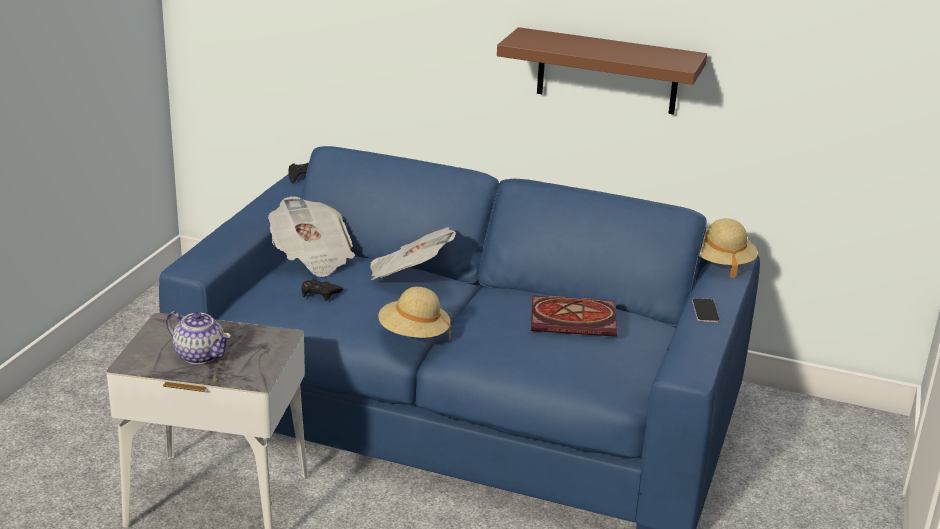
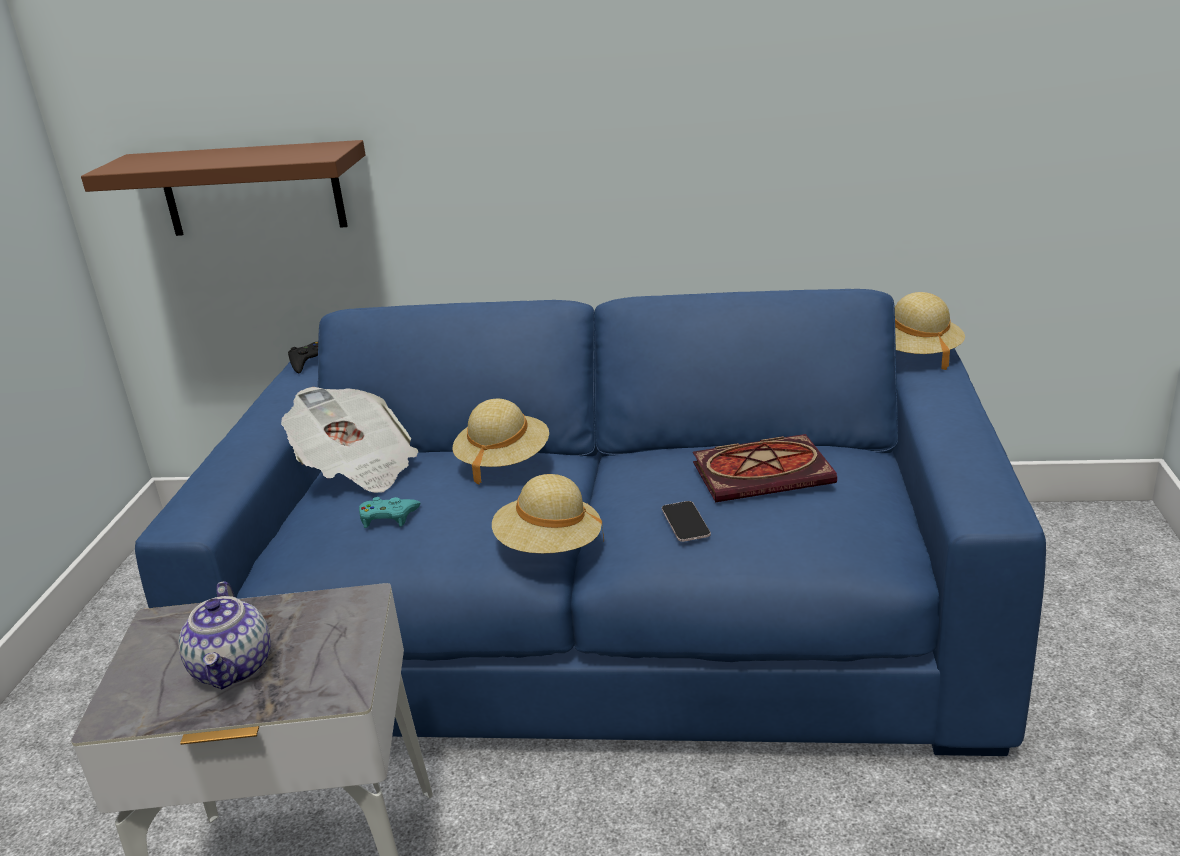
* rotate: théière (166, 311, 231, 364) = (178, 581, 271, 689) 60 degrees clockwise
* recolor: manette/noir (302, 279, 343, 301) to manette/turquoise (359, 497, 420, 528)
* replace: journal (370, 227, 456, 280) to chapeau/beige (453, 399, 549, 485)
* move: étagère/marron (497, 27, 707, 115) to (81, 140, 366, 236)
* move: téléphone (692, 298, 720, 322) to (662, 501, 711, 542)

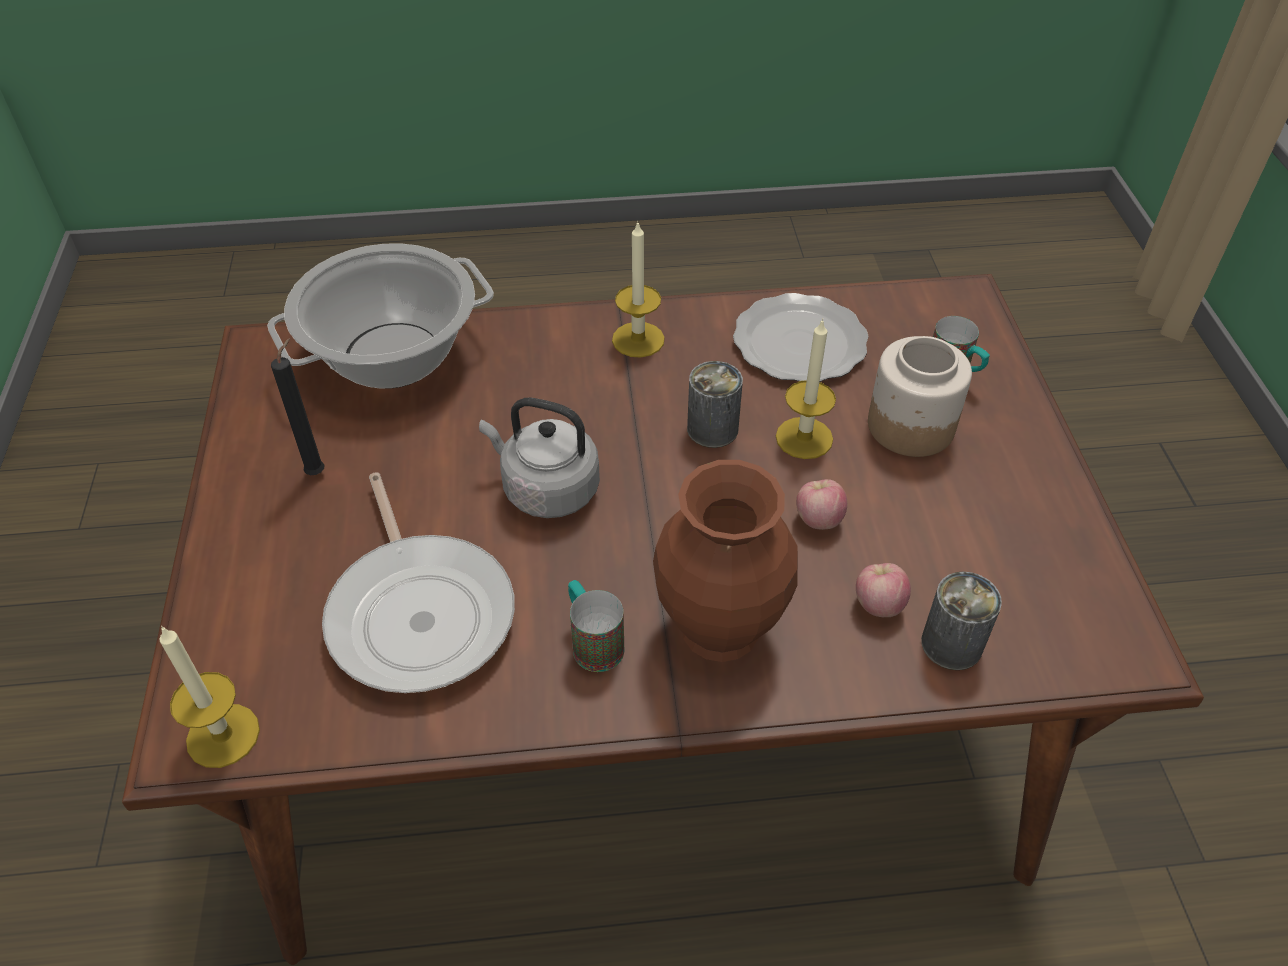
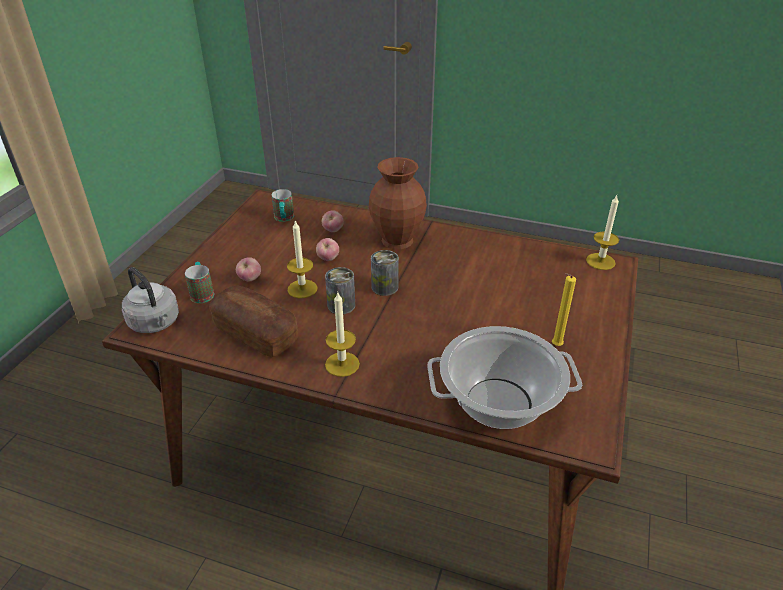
* recolor: bougie/noir (271, 338, 324, 475) to bougie/jaune (552, 273, 576, 346)
* delete: poêle (322, 472, 515, 693)
* move: bouilloire/gris (479, 398, 600, 518) to (122, 267, 179, 333)
* move: mug (568, 580, 624, 672) to (272, 189, 294, 222)
* replace: assiette (733, 293, 869, 382) to pain (209, 285, 298, 357)
* replace: bocal (868, 336, 972, 457) to pomme (236, 257, 261, 281)
* move: boîte métallique (921, 571, 1002, 670) to (371, 250, 399, 296)

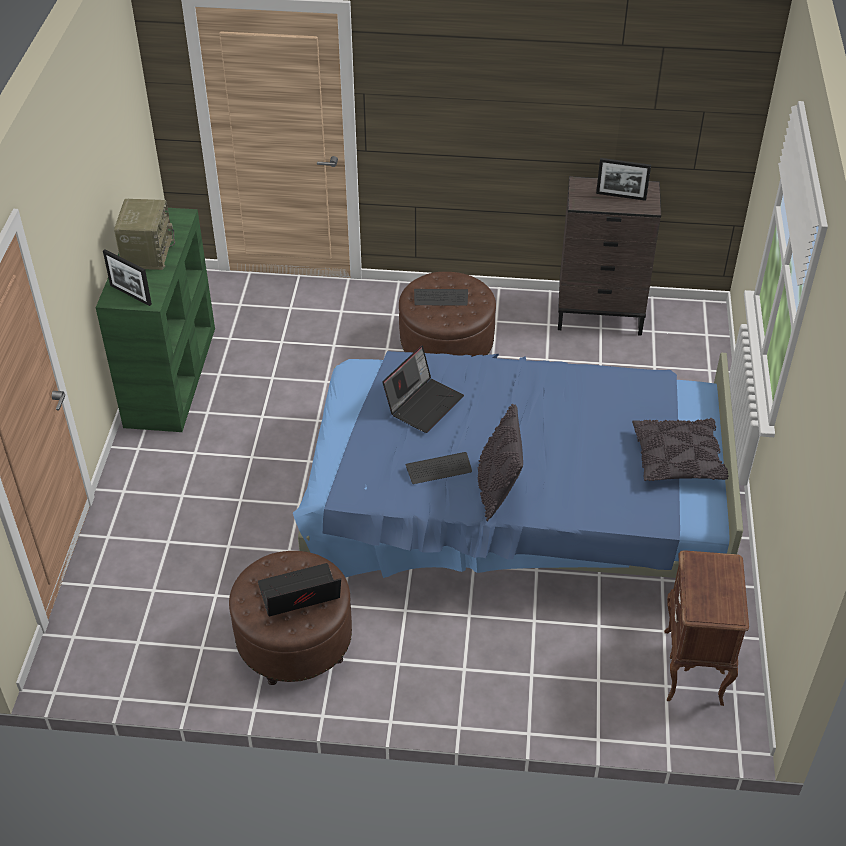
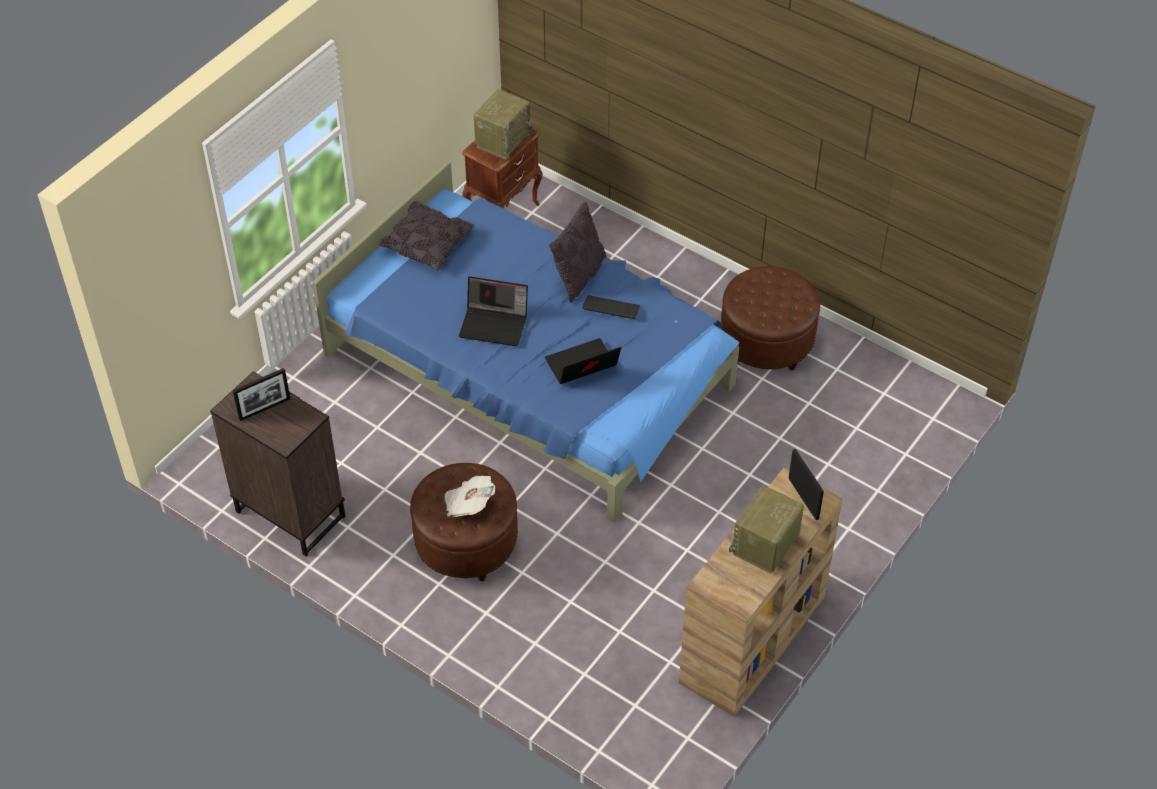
* recolor: bibliothèque/vert (96, 208, 215, 432) to bibliothèque/marron (679, 467, 843, 717)
* move: ordinateur portable (258, 563, 341, 616) to (459, 276, 528, 346)
* replace: clavier (414, 289, 468, 306) to journal (444, 476, 495, 517)
* rotate: cadre photo (596, 158, 651, 201) = (233, 368, 290, 421) 105 degrees clockwise
* insert: radio (473, 89, 533, 160)

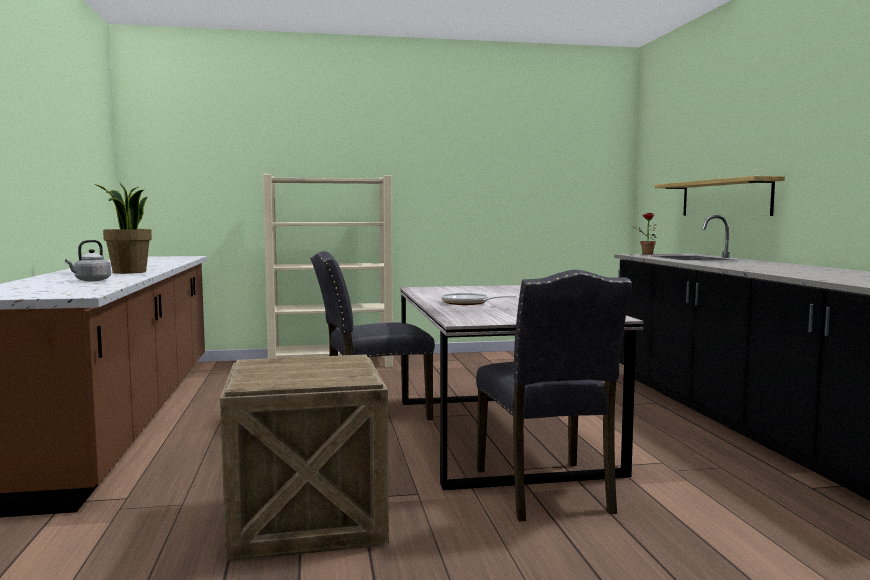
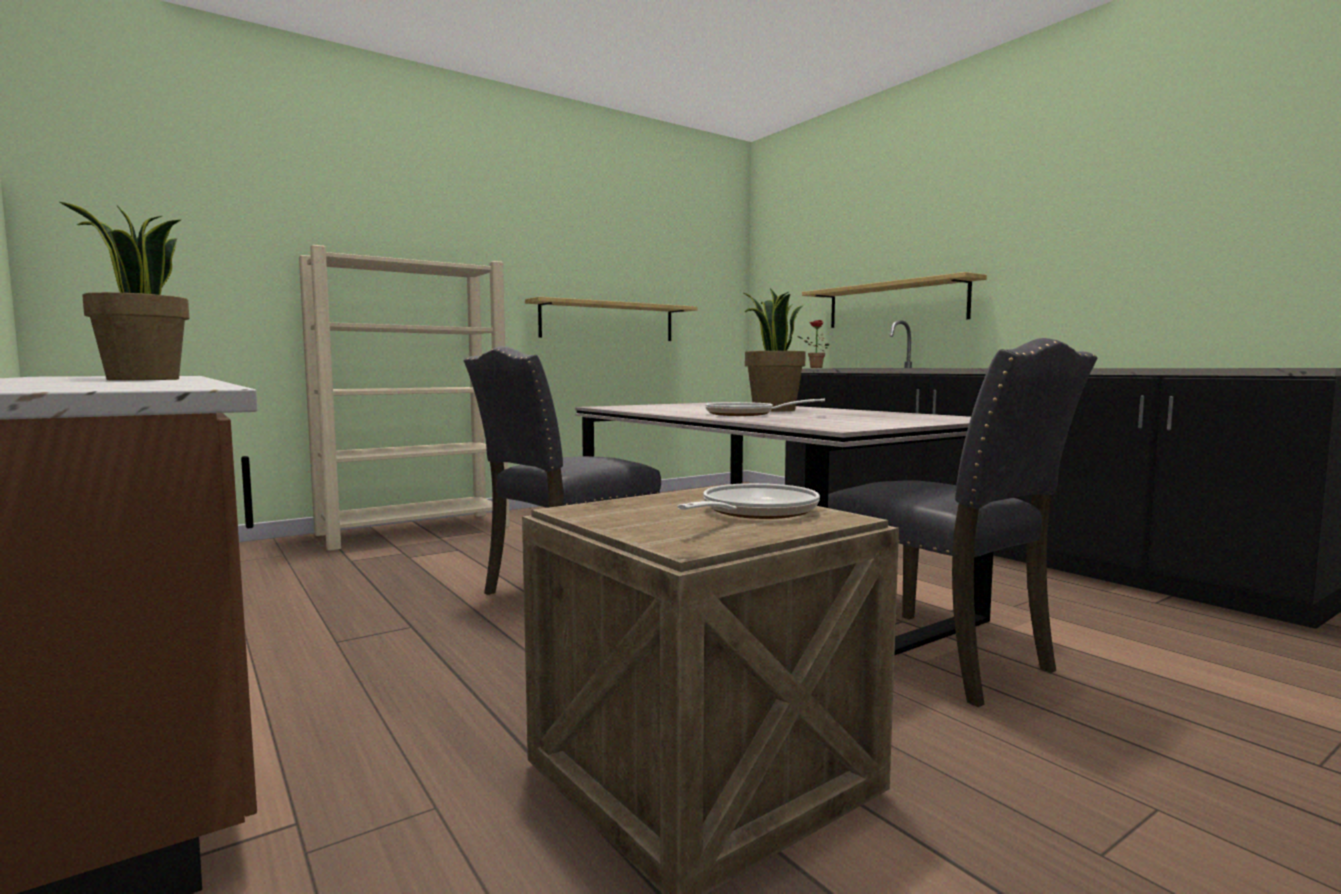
* delete: bouilloire/gris (65, 240, 111, 281)
* insert: étagère (525, 297, 698, 341)
* insert: poêle (677, 483, 820, 519)
* insert: plante en pot (742, 288, 806, 411)

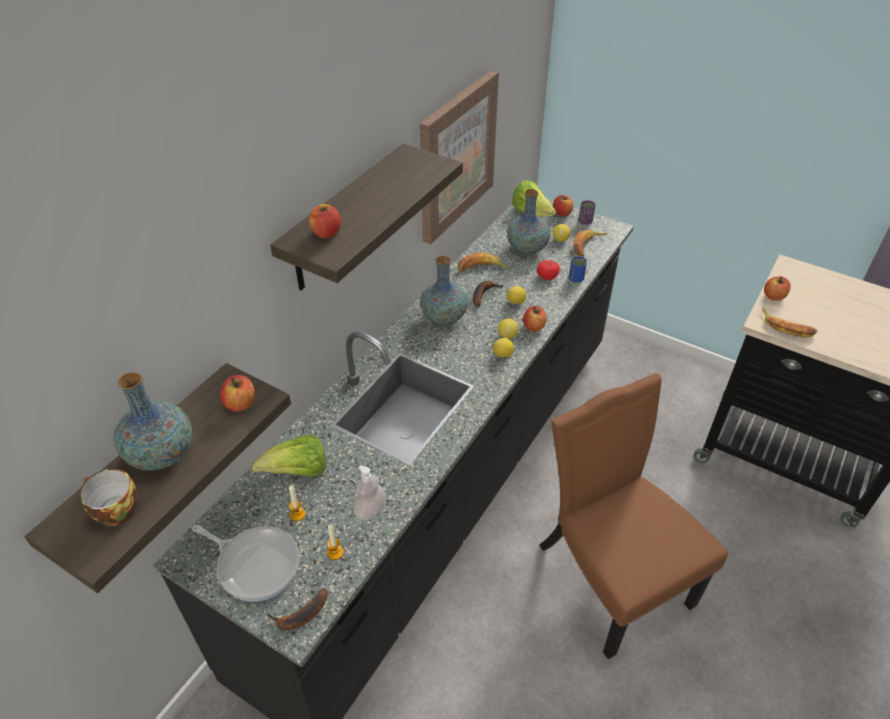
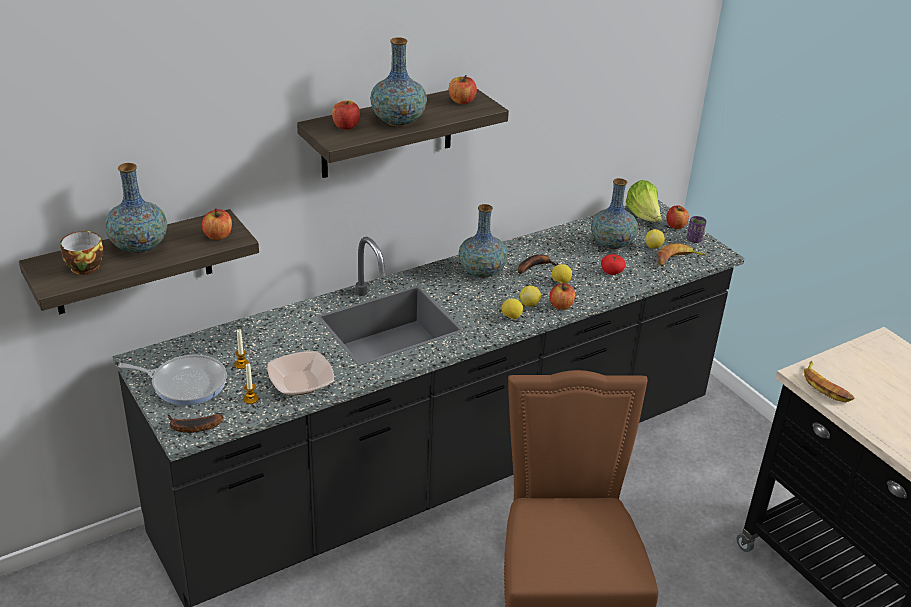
* rotate: poêle (192, 525, 300, 602) = (118, 354, 227, 405) 45 degrees counterclockwise
* delete: laitue (252, 435, 326, 477)
* replace: distributeur de savon (353, 466, 386, 520) to bol (267, 351, 334, 396)
* delete: tableau (420, 70, 499, 244)
* delete: banane (458, 253, 509, 272)
* delete: tasse/bleu (569, 256, 587, 283)
* move: pomme (764, 276, 791, 301) to (449, 75, 477, 104)
* insert: vase (370, 37, 427, 126)

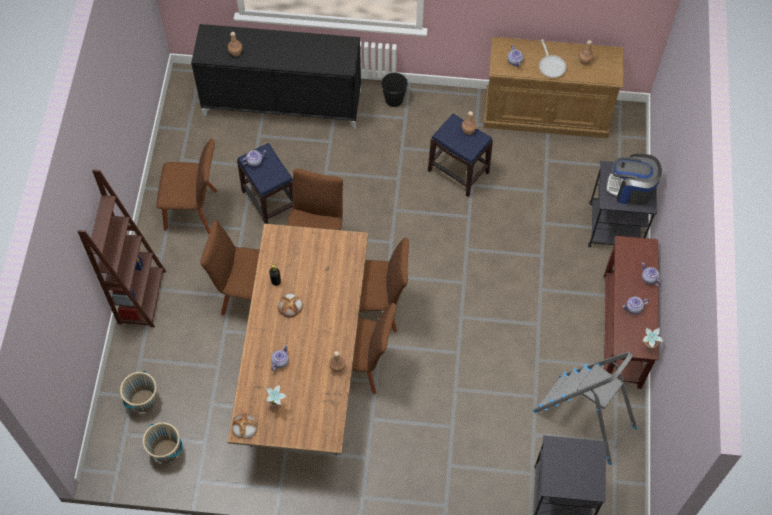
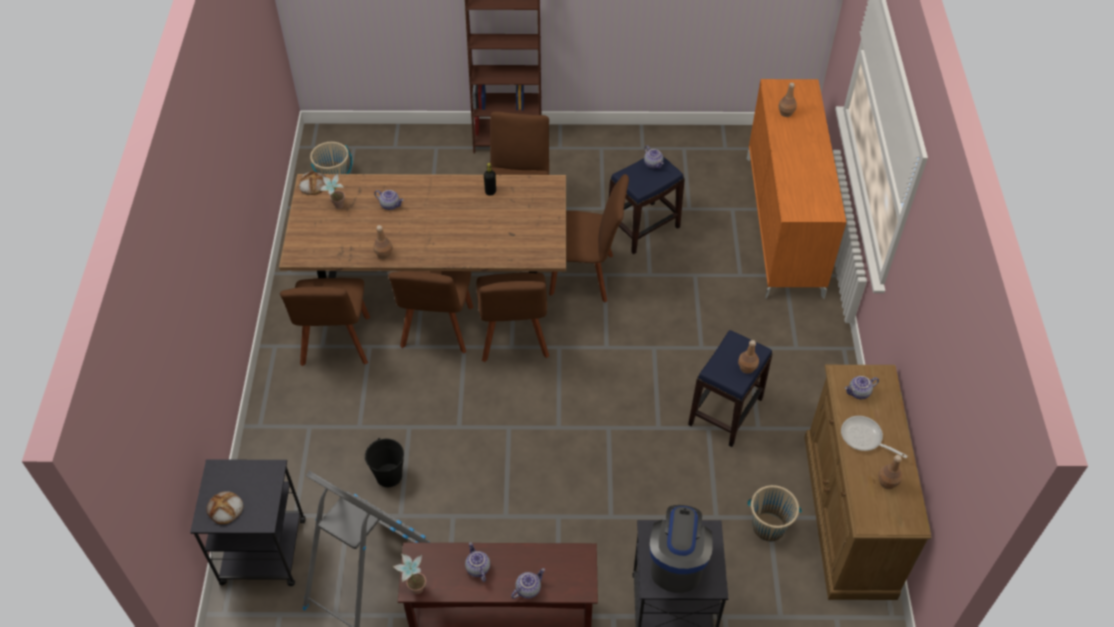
* move: seau/beige (120, 371, 157, 412) to (748, 485, 802, 541)
* move: chaise/marron (156, 139, 217, 234) to (280, 278, 370, 366)
* recolor: commode/noir (191, 24, 361, 129) to commode/orange (747, 79, 846, 299)
* move: pain (277, 294, 303, 318) to (206, 491, 243, 524)
* move: seau/noir (381, 73, 408, 107) to (365, 438, 404, 487)
* rotate: poêle (539, 39, 566, 78) = (841, 416, 907, 458) 60 degrees clockwise

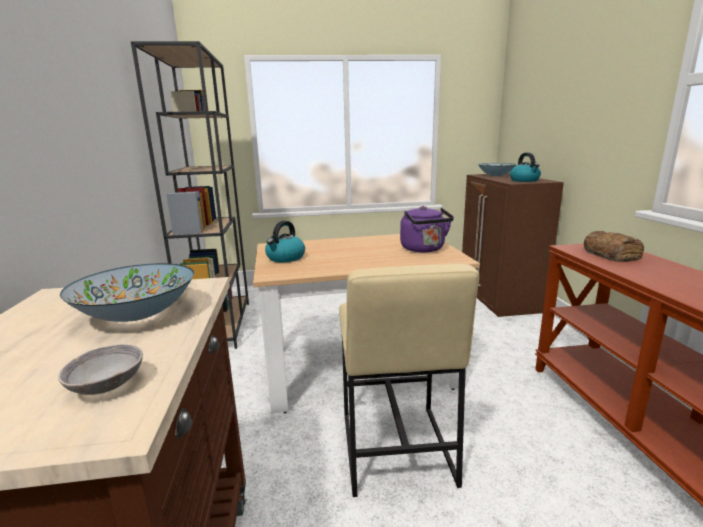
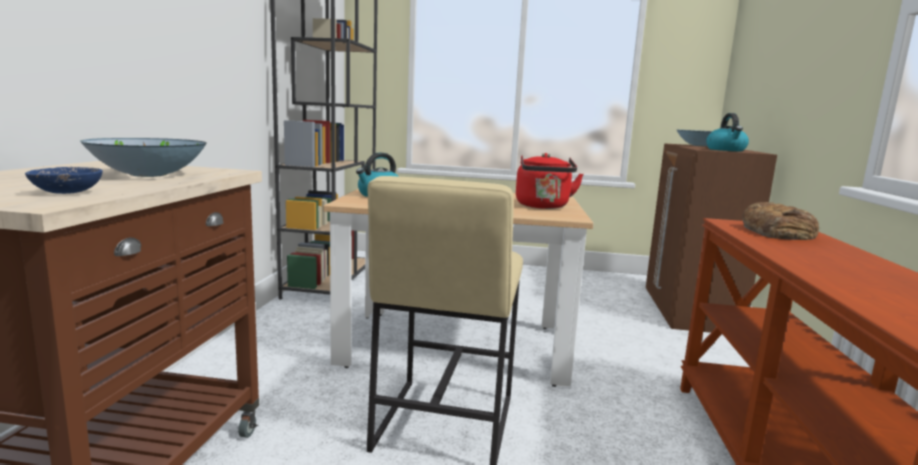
* recolor: bol/gris (58, 344, 143, 395) to bol/bleu (25, 167, 103, 194)
* recolor: bouilloire/violet (400, 206, 454, 252) to bouilloire/rouge (516, 153, 584, 209)

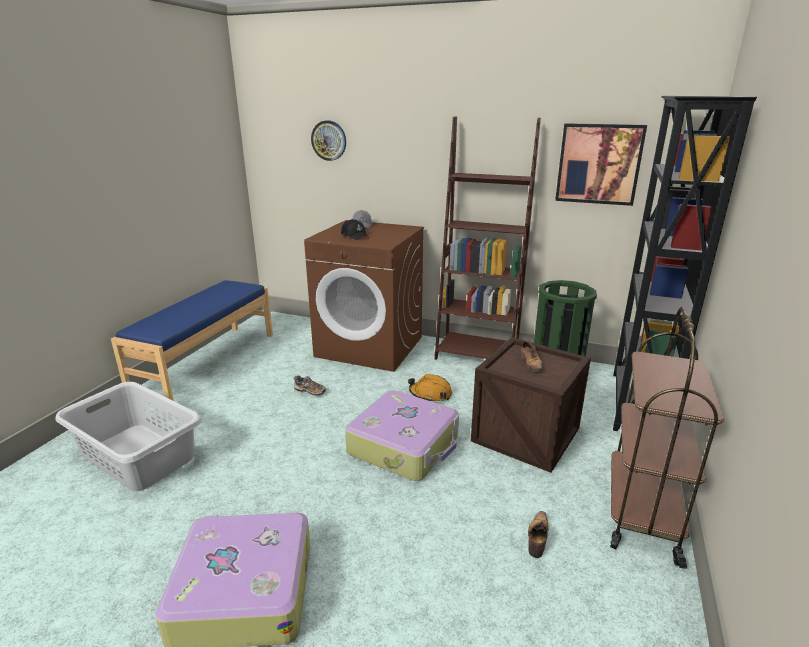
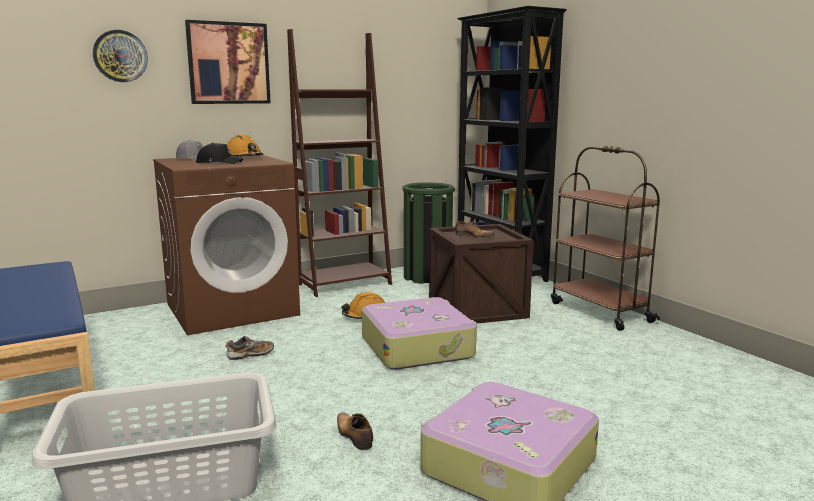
* move: chaussure (528, 511, 549, 558) to (337, 412, 373, 450)
* move: tableau (555, 123, 647, 206) to (185, 20, 271, 104)
* insert: casque de chantier/orange (227, 134, 263, 157)

